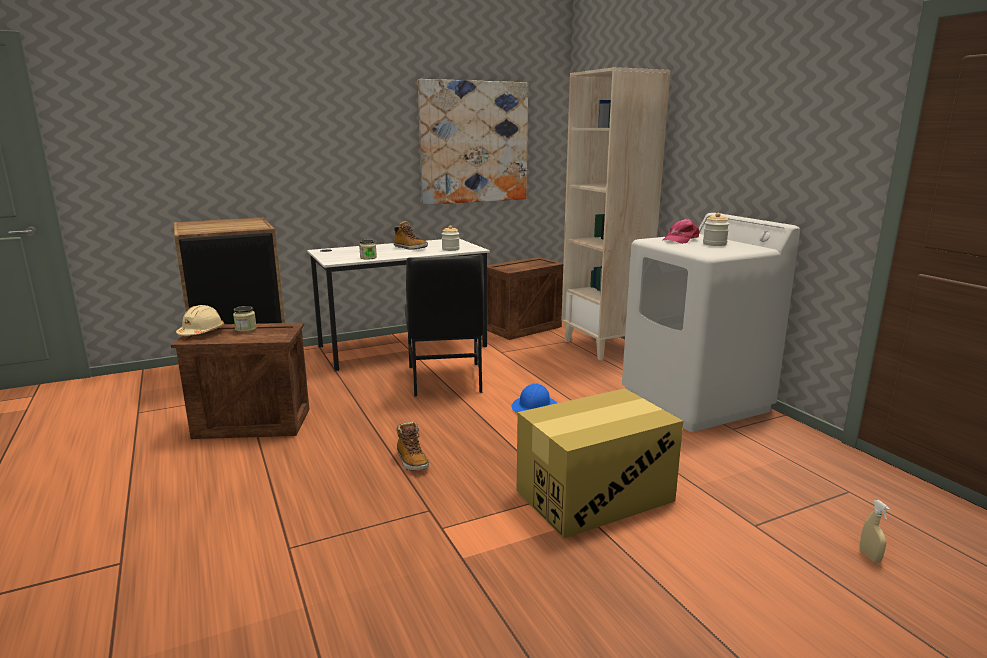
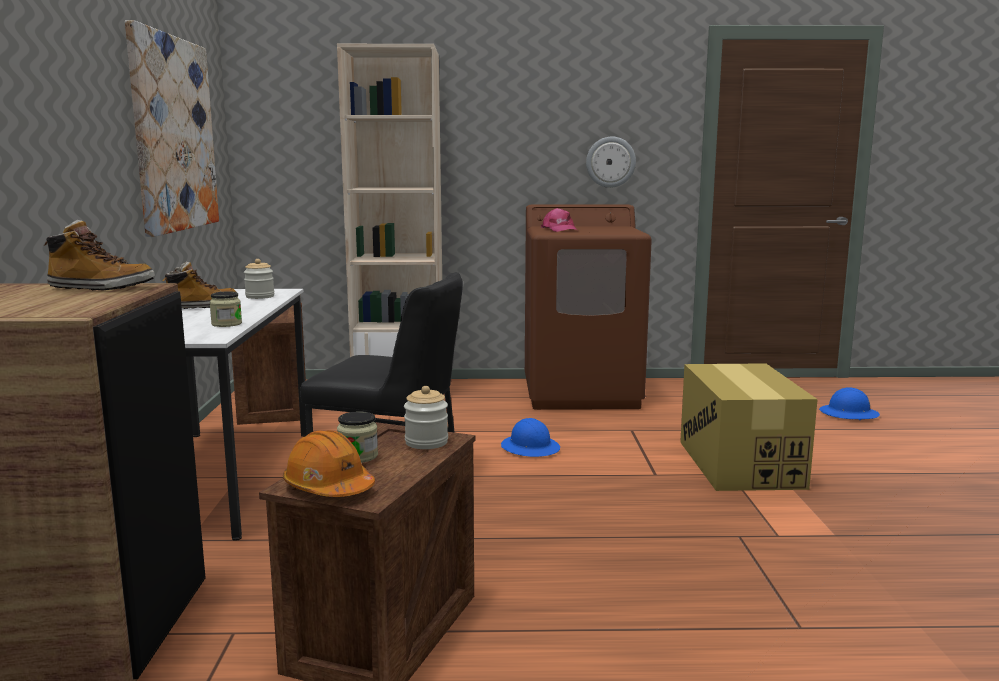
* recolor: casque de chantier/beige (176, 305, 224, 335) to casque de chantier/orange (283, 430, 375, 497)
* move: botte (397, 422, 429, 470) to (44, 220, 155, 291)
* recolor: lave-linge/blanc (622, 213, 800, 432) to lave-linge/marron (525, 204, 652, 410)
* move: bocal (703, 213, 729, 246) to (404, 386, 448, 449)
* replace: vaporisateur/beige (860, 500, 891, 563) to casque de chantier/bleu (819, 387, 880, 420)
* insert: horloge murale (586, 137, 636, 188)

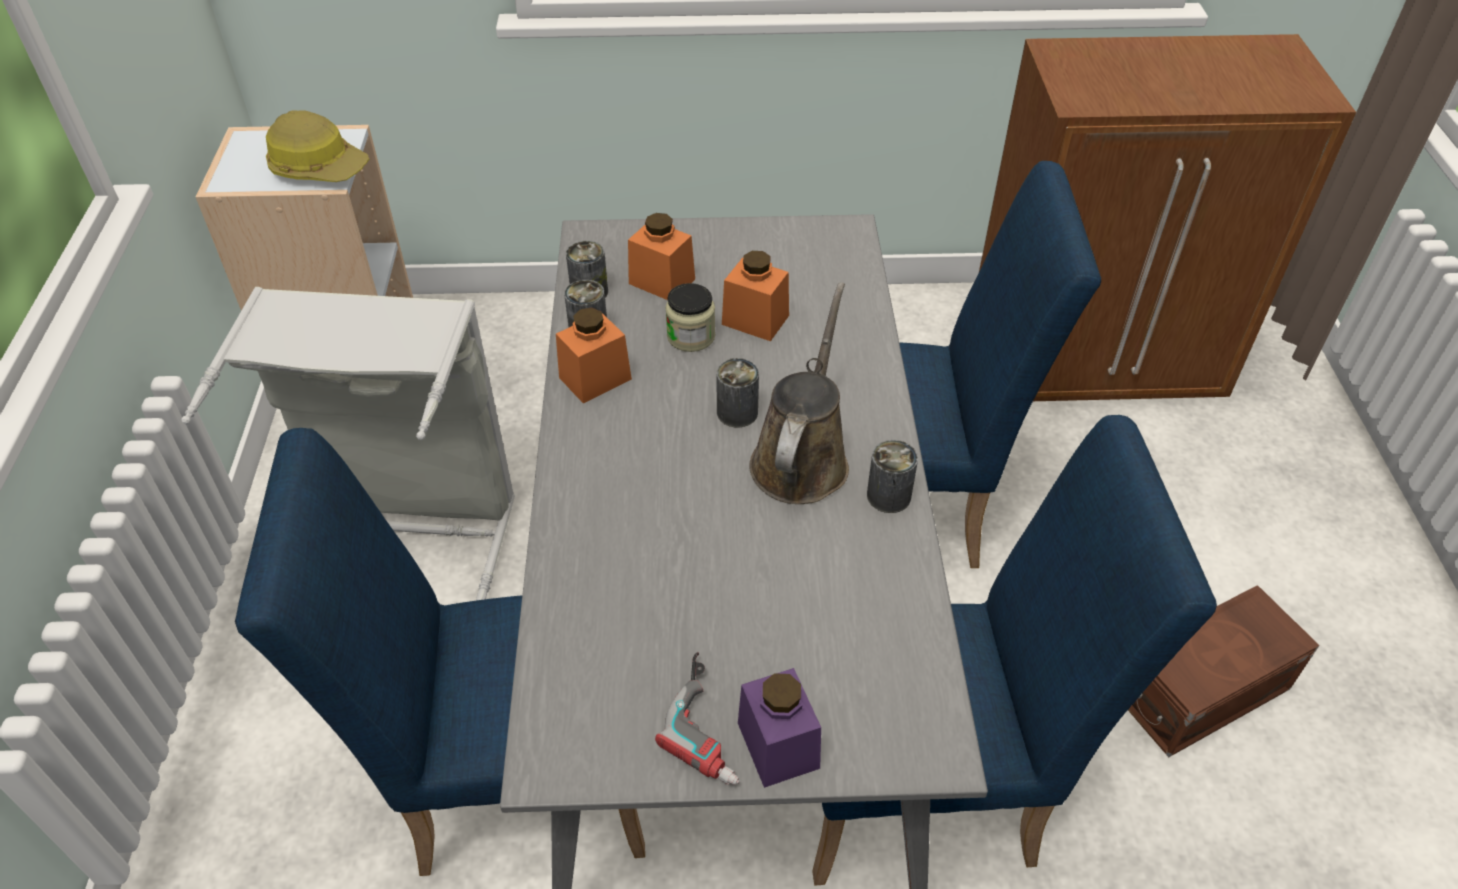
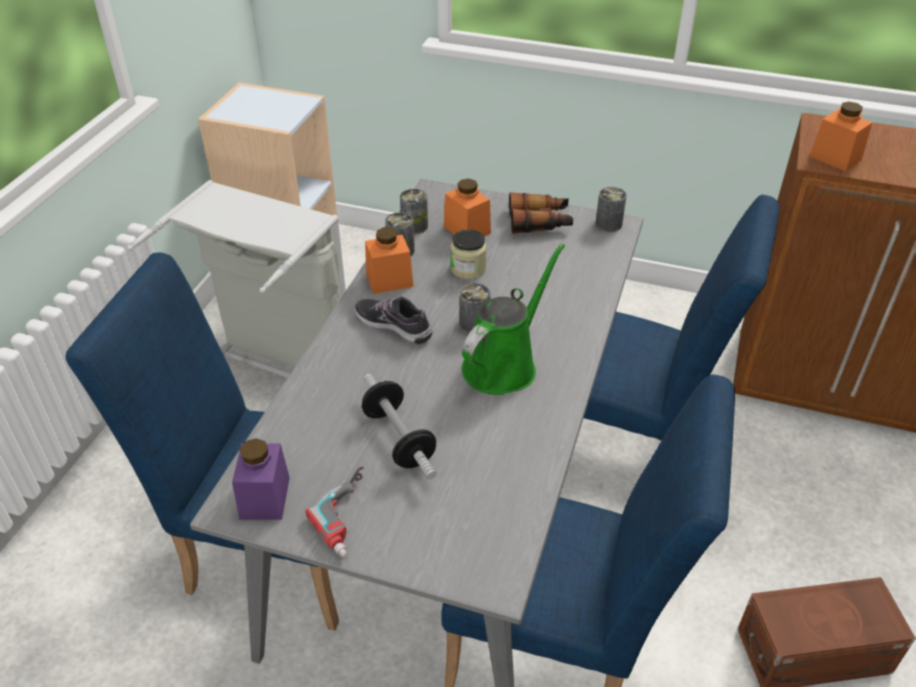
* delete: casque de chantier (266, 111, 370, 182)
* move: bocal/orange (722, 251, 789, 341) to (810, 102, 873, 171)
* move: bocal/violet (738, 668, 821, 788) to (232, 438, 290, 520)
* recolor: arrosoir/marron (749, 282, 849, 504) to arrosoir/vert (462, 243, 565, 395)
* move: boîte métallique (867, 440, 918, 513) to (595, 187, 627, 232)
* insert: chaussure (355, 296, 432, 344)
* insert: haltère (362, 374, 437, 479)
* insert: jumelles (509, 192, 573, 234)

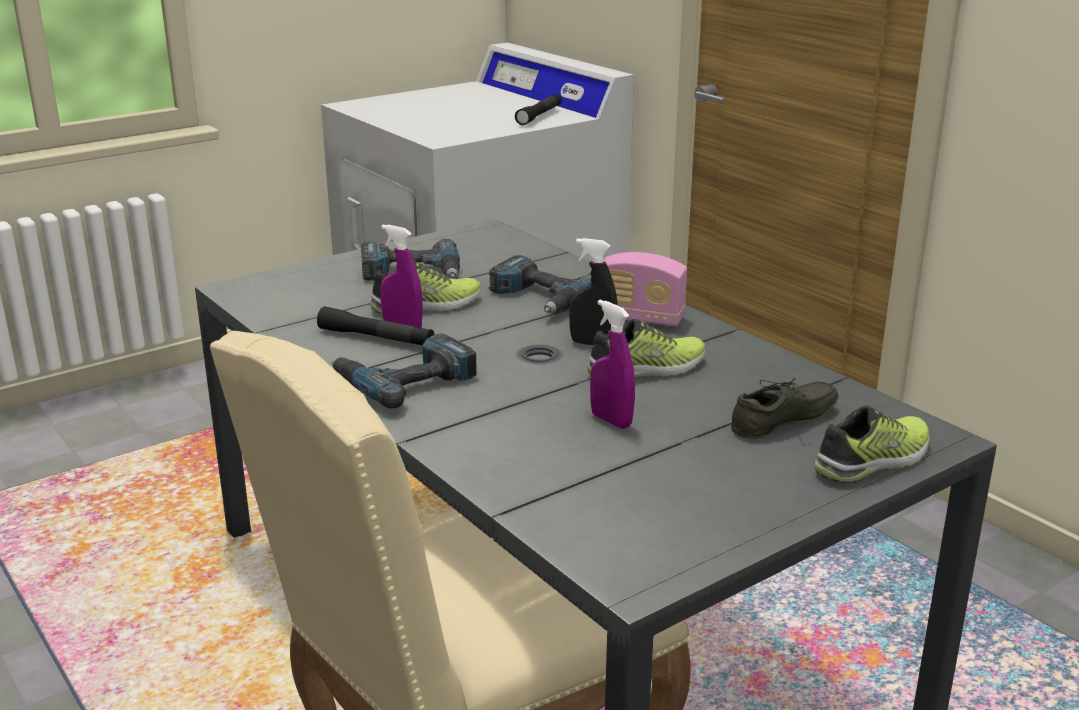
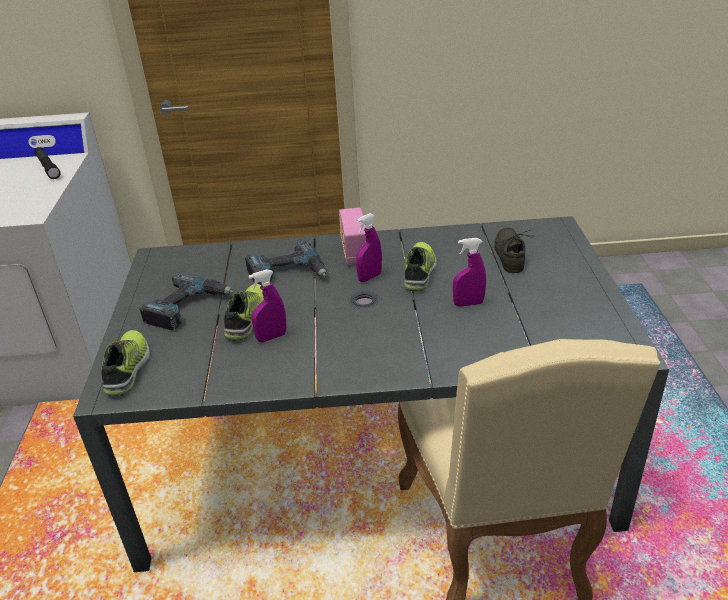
* delete: lampe de poche/noir (317, 306, 434, 345)
* delete: perceuse (332, 333, 477, 409)
* recolor: vaporisateur/noir (569, 238, 618, 345) to vaporisateur/violet (356, 213, 382, 282)
* rotate: radio (603, 252, 687, 326) = (339, 208, 366, 265) 120 degrees clockwise
* move: chaussure (814, 405, 929, 483) to (101, 330, 150, 396)

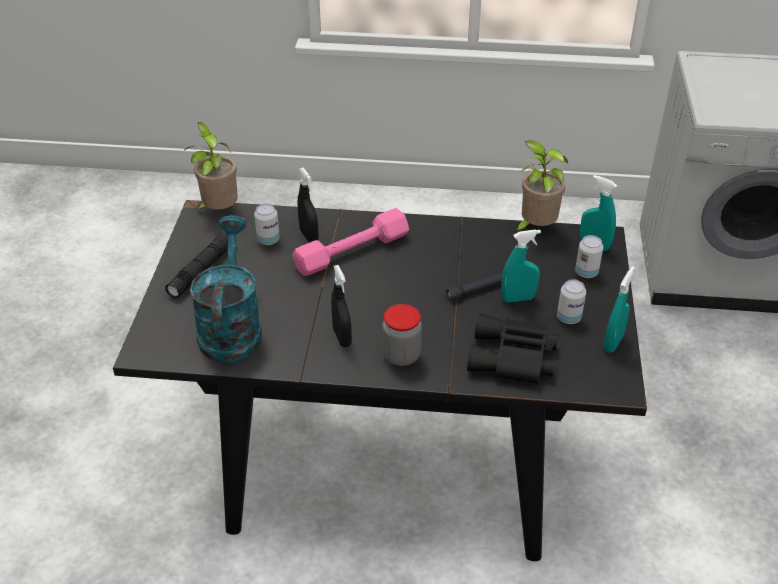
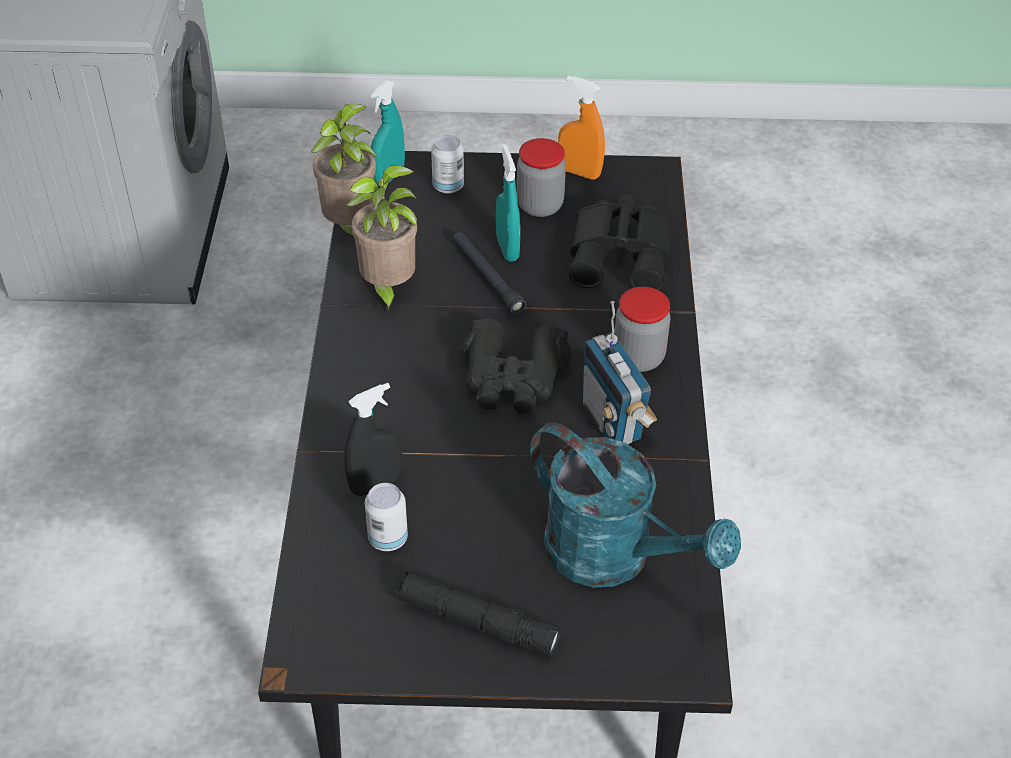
* move: plante en pot (181, 122, 238, 210) to (346, 165, 417, 315)
* rotate: arrosoir/turquoise (190, 215, 262, 363) = (530, 423, 741, 588) 135 degrees counterclockwise
* delete: haltère/rose (292, 208, 409, 276)
* replace: vaporisateur/noir (331, 265, 352, 347) to radio (583, 301, 657, 444)
* replace: boîte métallique (557, 279, 586, 324) to bocal (517, 138, 566, 217)
* recolor: vaporisateur/turquoise (603, 266, 635, 353) to vaporisateur/orange (558, 76, 605, 180)
* insert: jumelles/noir (459, 319, 573, 413)

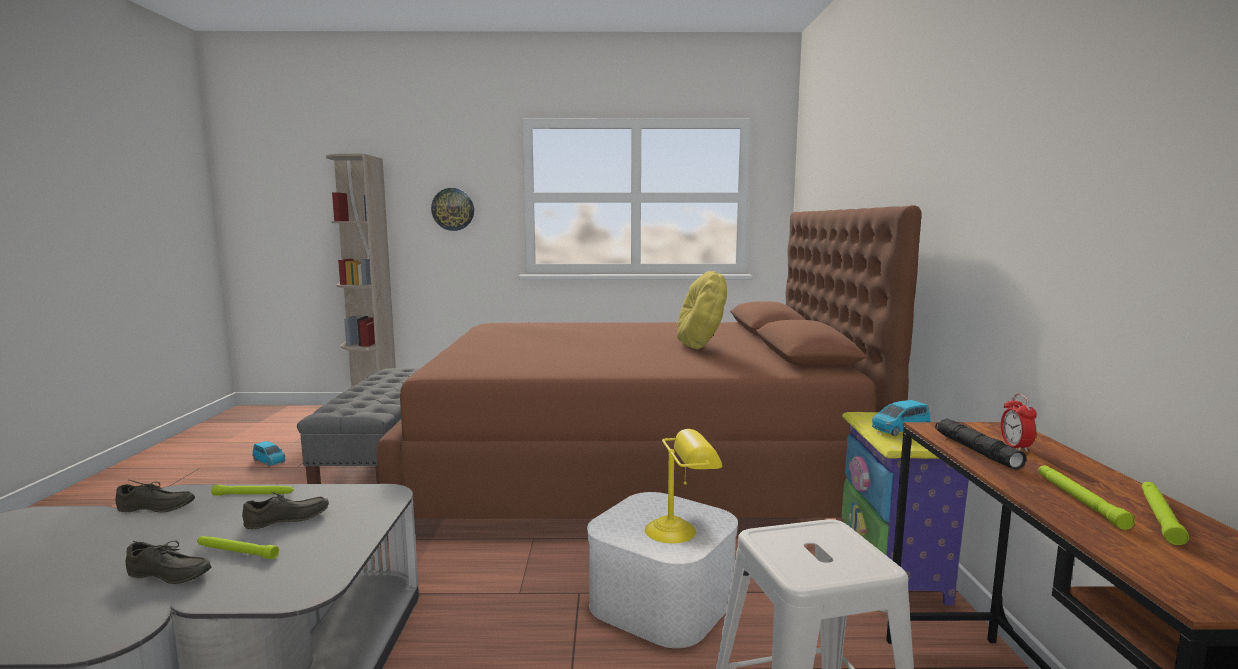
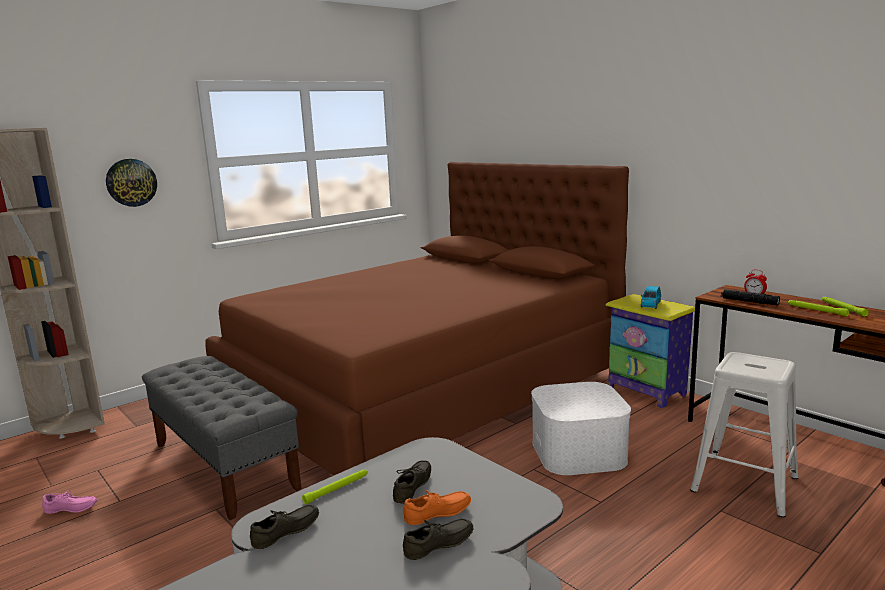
* replace: lampe de poche/vert (197, 536, 279, 559) to chaussure/orange (403, 490, 471, 525)
* replace: petite voiture/bleu (253, 441, 285, 467) to chaussure/rose (42, 490, 97, 514)
* delete: lampe de table/jaune (645, 429, 722, 543)
* delete: coussin/jaune (677, 271, 727, 349)

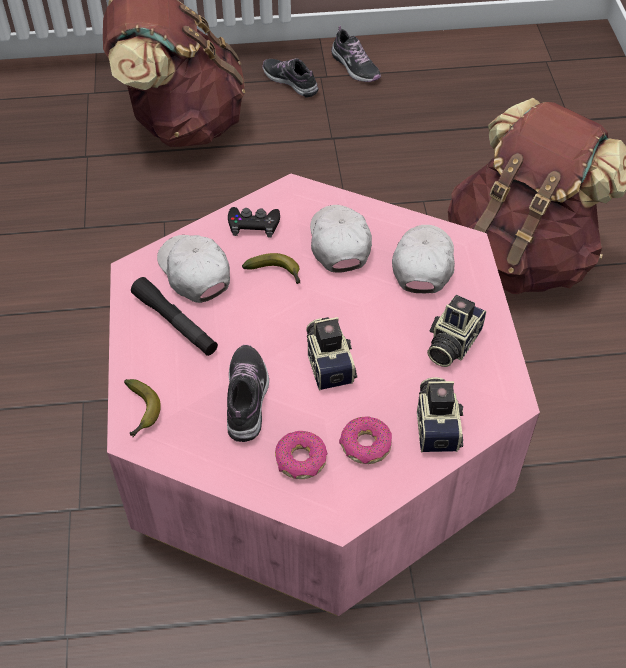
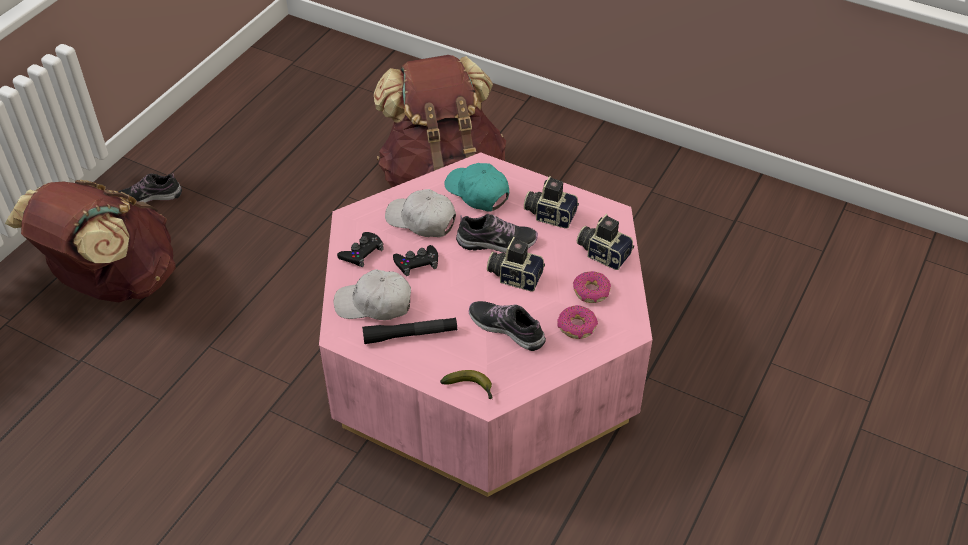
* replace: banane (242, 253, 301, 284) to manette/noir (393, 245, 438, 276)
* move: chaussure (331, 26, 381, 82) to (456, 214, 538, 253)
* recolor: casquette/blanc (392, 225, 455, 294) to casquette/turquoise (444, 163, 509, 211)
* rotate: appareil photo (427, 295, 486, 367) = (524, 176, 579, 229) 135 degrees clockwise

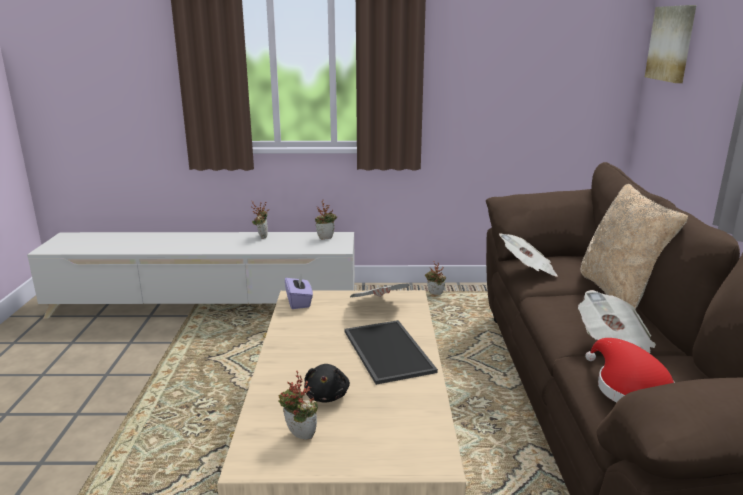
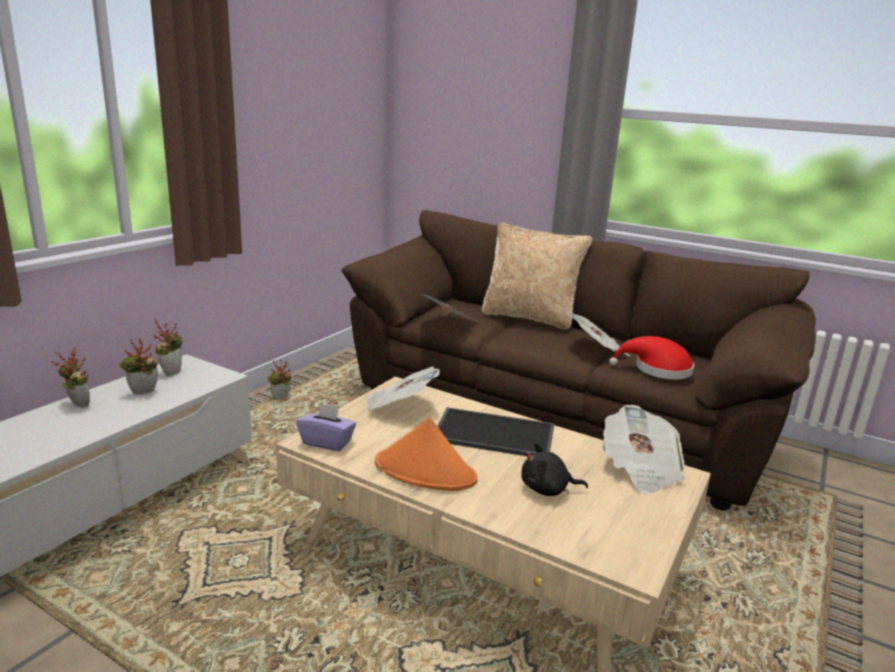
* move: plante en pot (278, 371, 318, 440) to (119, 338, 158, 394)
* rotate: peluche/noir (304, 364, 350, 403) = (521, 443, 588, 496) 150 degrees clockwise
* delete: tableau (645, 5, 696, 83)
* insert: chapeau/orange (375, 417, 478, 491)
* insert: journal (602, 405, 685, 494)

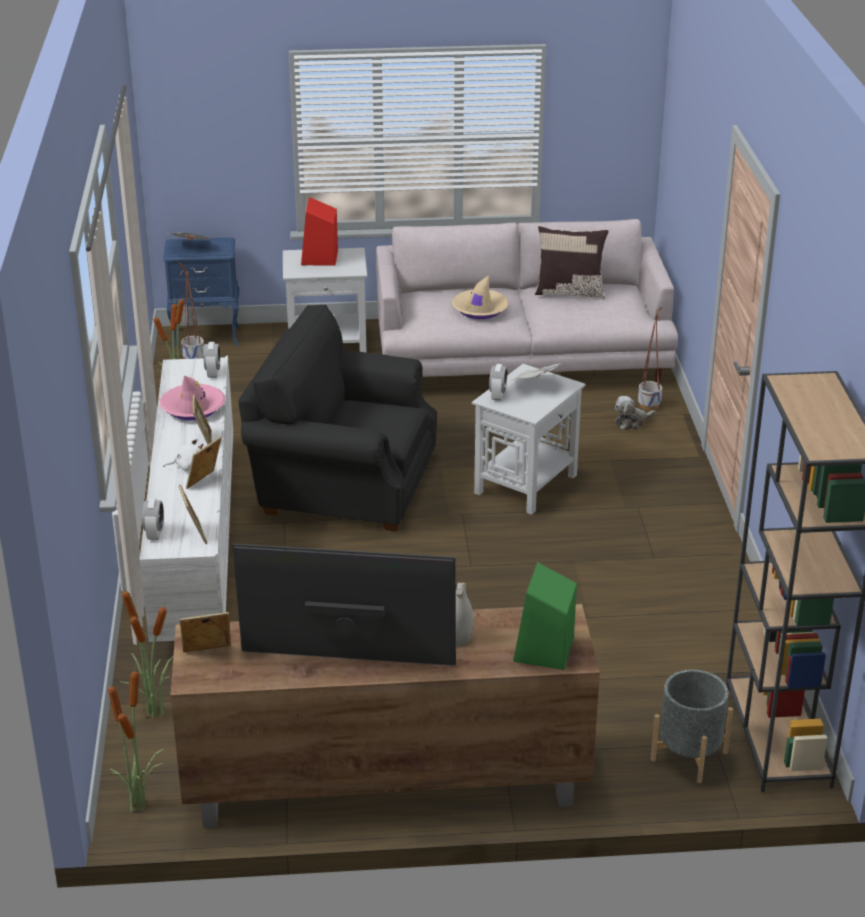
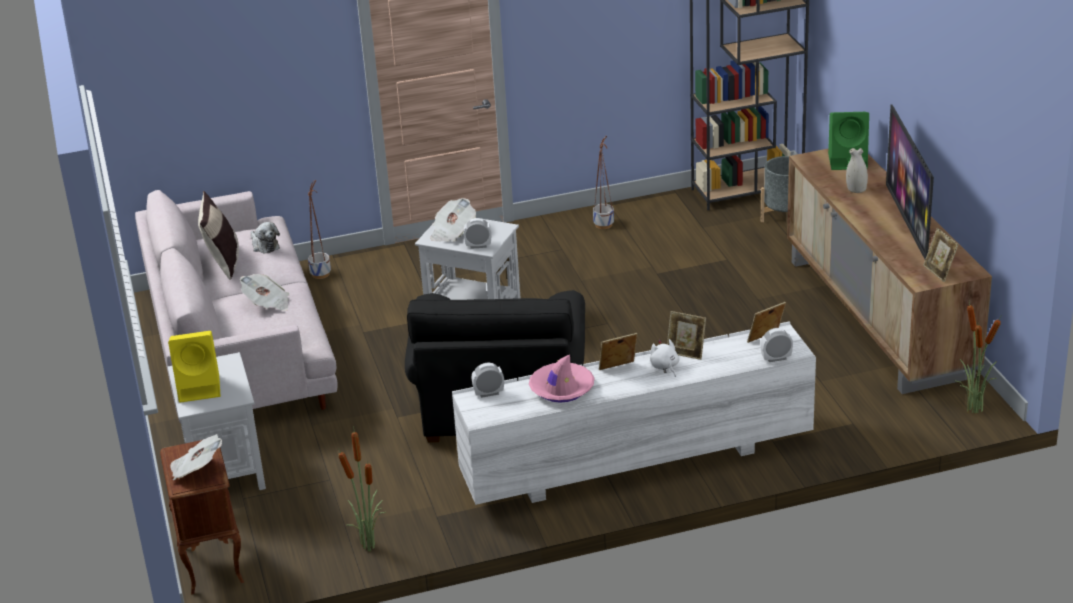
* delete: plante en pot (120, 586, 173, 719)
* recolor: table de chevet/bleu (163, 237, 239, 349) to table de chevet/marron (160, 440, 244, 595)
* move: cache-pot (178, 261, 204, 359) to (593, 136, 614, 229)
* recolor: enceinte/rouge (301, 197, 338, 266) to enceinte/jaune (168, 331, 221, 403)
* replace: chapeau/beige (452, 275, 509, 319) to journal (240, 274, 289, 311)
* move: peluche (615, 396, 655, 430) to (251, 222, 280, 254)

